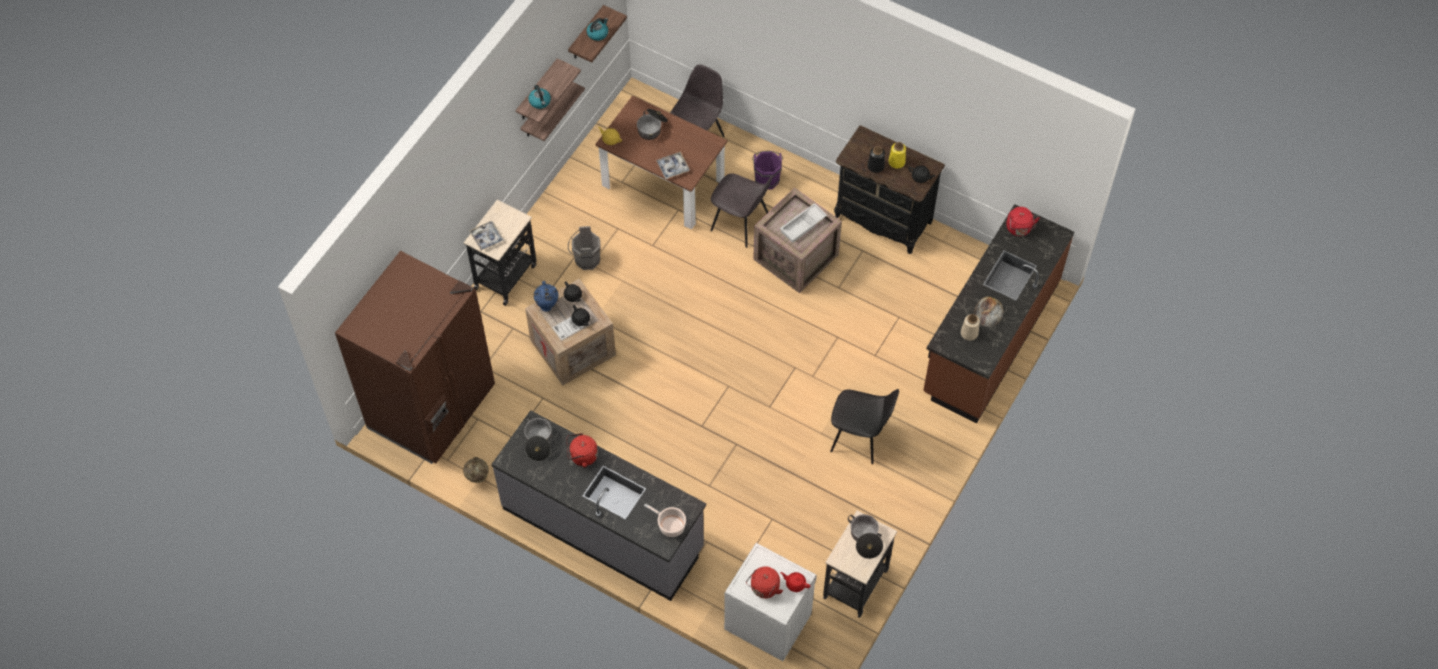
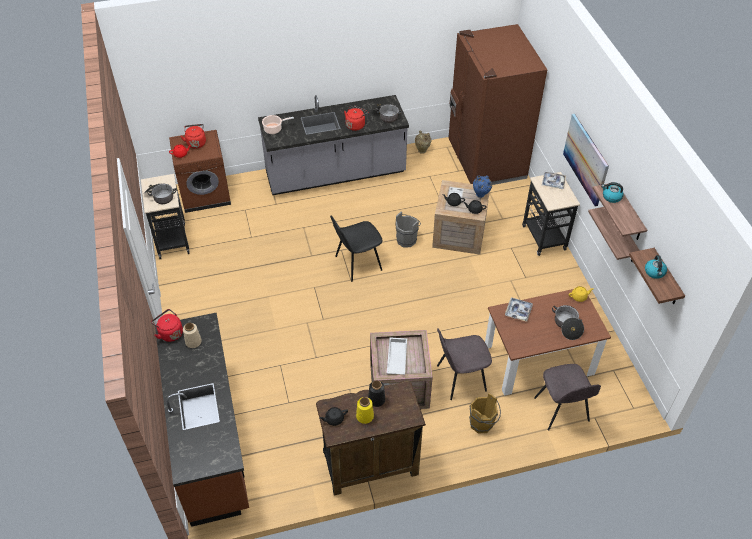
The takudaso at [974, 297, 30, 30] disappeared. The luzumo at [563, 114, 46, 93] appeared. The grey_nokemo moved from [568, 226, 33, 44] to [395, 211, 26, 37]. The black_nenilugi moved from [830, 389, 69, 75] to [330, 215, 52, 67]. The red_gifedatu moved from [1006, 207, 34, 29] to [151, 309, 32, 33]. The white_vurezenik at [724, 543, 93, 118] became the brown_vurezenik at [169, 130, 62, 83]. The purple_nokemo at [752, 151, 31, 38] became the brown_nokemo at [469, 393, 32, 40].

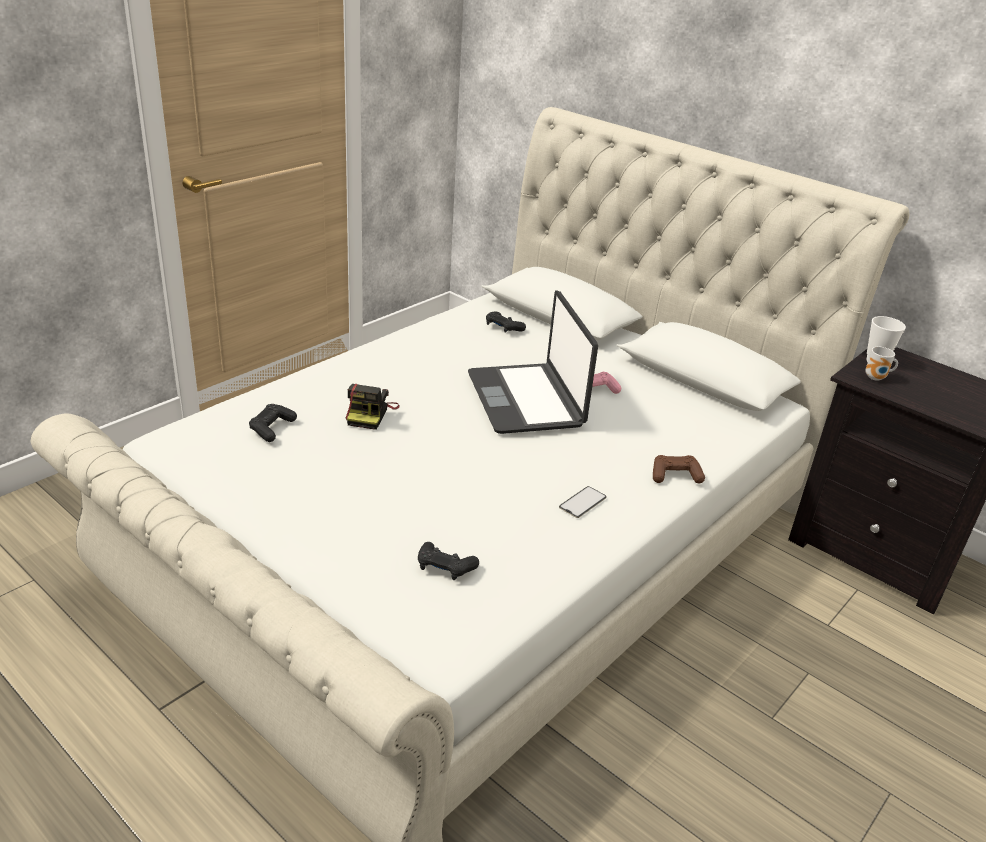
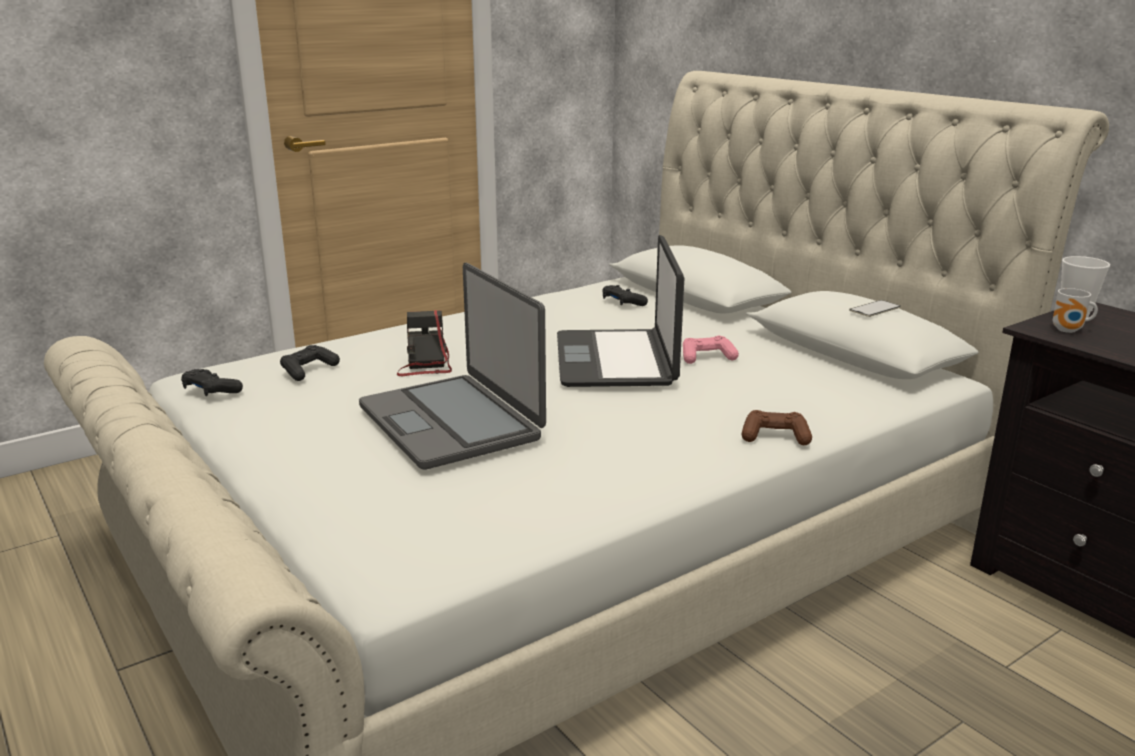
The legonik at [359, 263, 187, 207] appeared. The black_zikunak moved from [418, 542, 61, 38] to [181, 369, 62, 27]. The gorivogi moved from [559, 486, 48, 32] to [849, 300, 52, 17]. The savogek at [346, 384, 54, 46] turned 150 degrees clockwise.

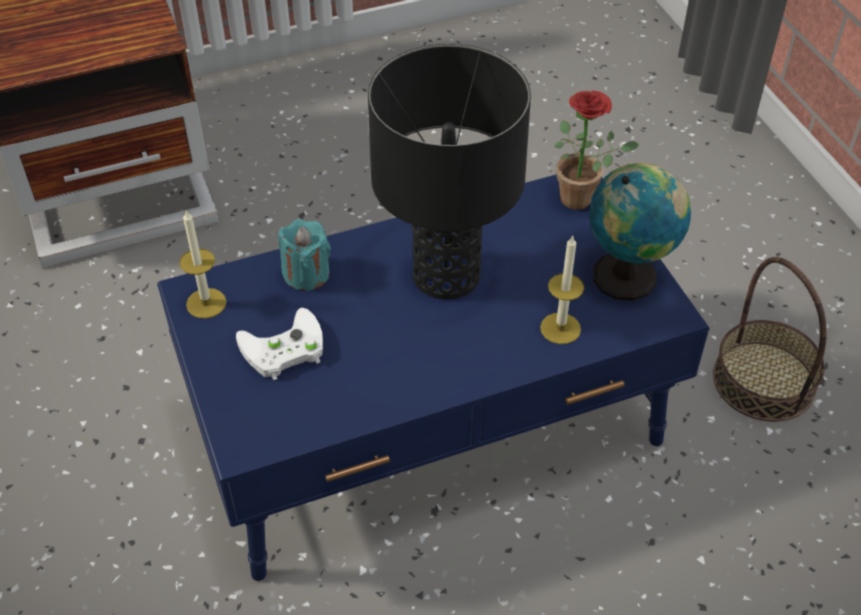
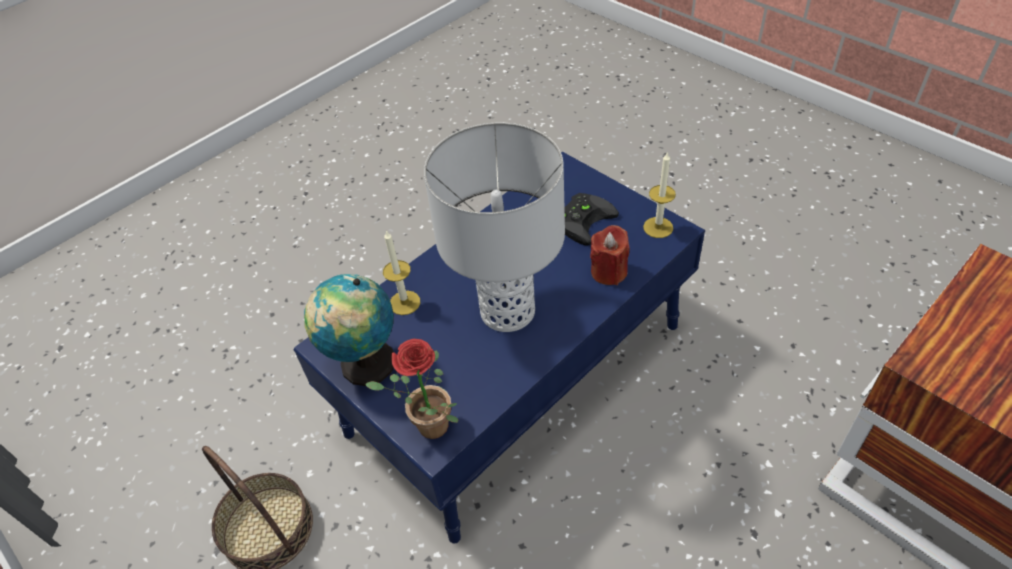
The white_zikunak at [236, 308, 87, 72] became the black_zikunak at [564, 193, 55, 52]. The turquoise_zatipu at [278, 219, 53, 72] became the red_zatipu at [590, 225, 40, 60]. The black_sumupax at [368, 44, 163, 256] became the white_sumupax at [424, 123, 141, 209].

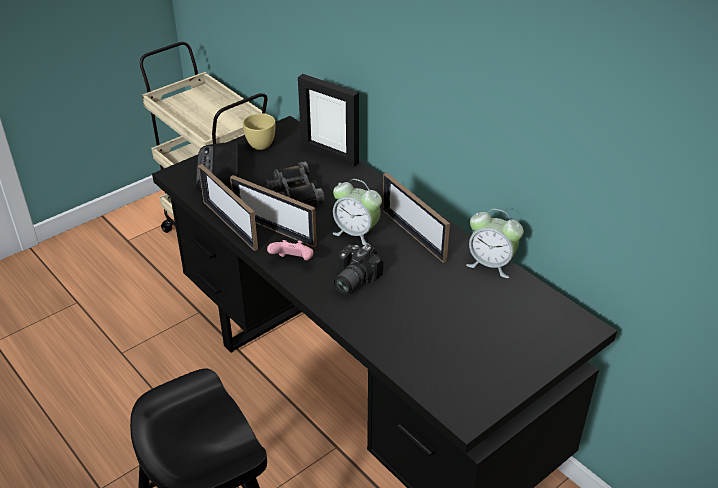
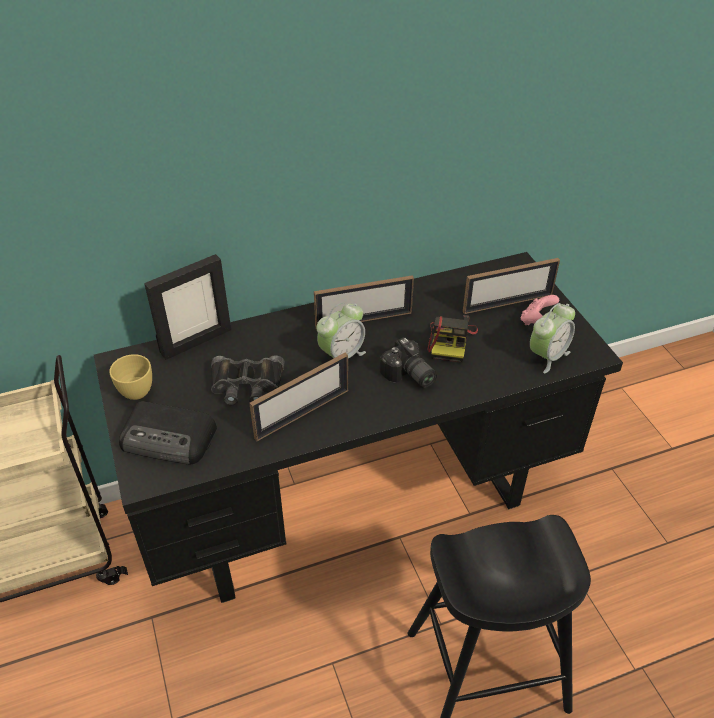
The savogek at [428, 315, 50, 48] appeared. The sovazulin moved from [198, 164, 60, 87] to [463, 258, 97, 56]. The pink_zikunak moved from [267, 240, 46, 20] to [521, 295, 38, 30]. The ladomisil moved from [466, 209, 58, 69] to [530, 303, 45, 70].

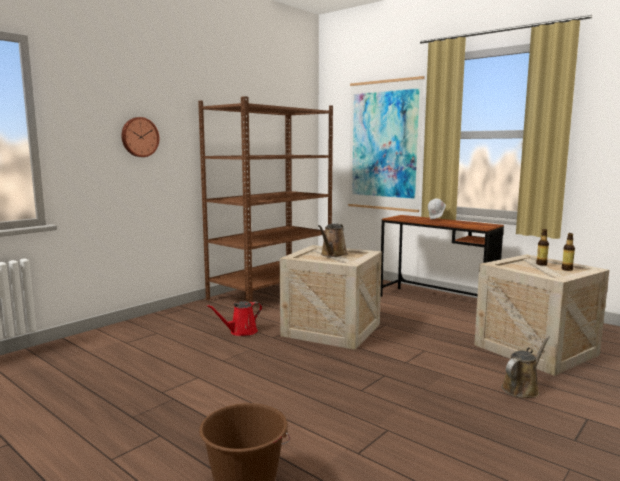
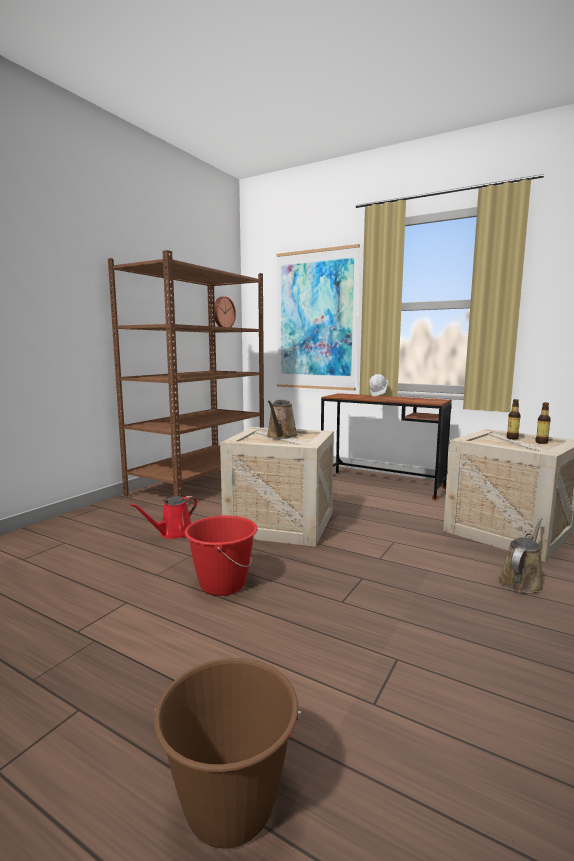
The red_nokemo at [185, 515, 72, 81] appeared. The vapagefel moved from [121, 117, 38, 40] to [215, 296, 21, 31].

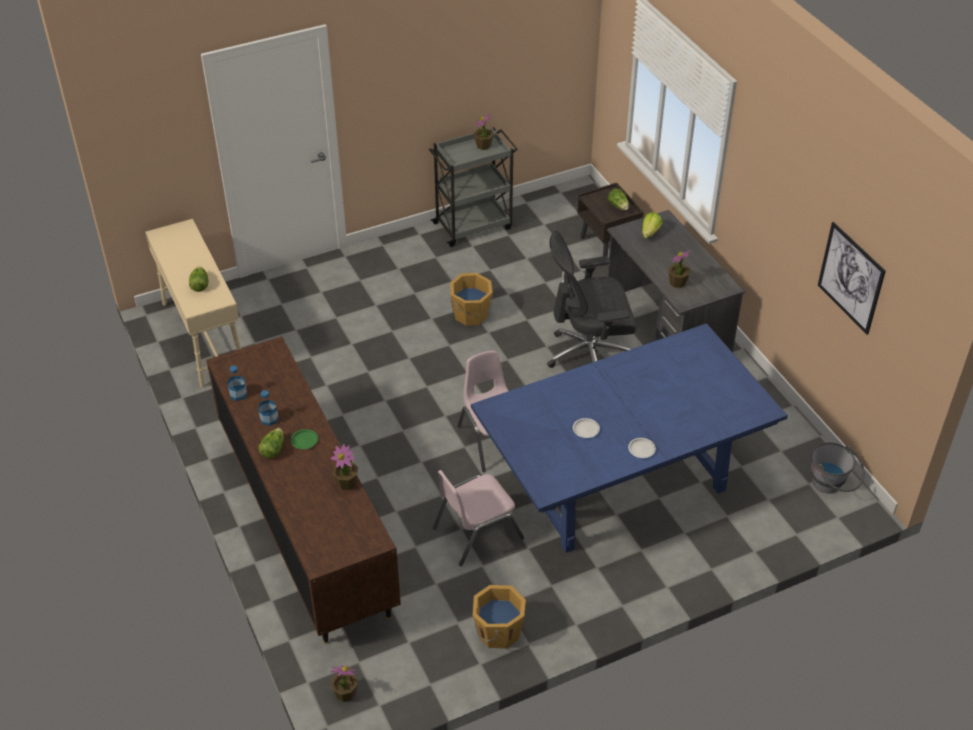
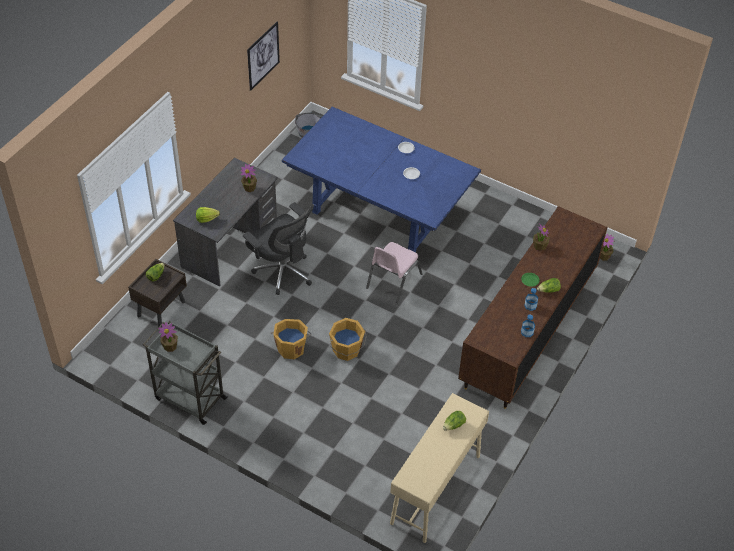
The pink_nenilugi at [433, 470, 91, 96] disappeared. The orange_nokemo moved from [473, 585, 53, 64] to [329, 318, 37, 43].

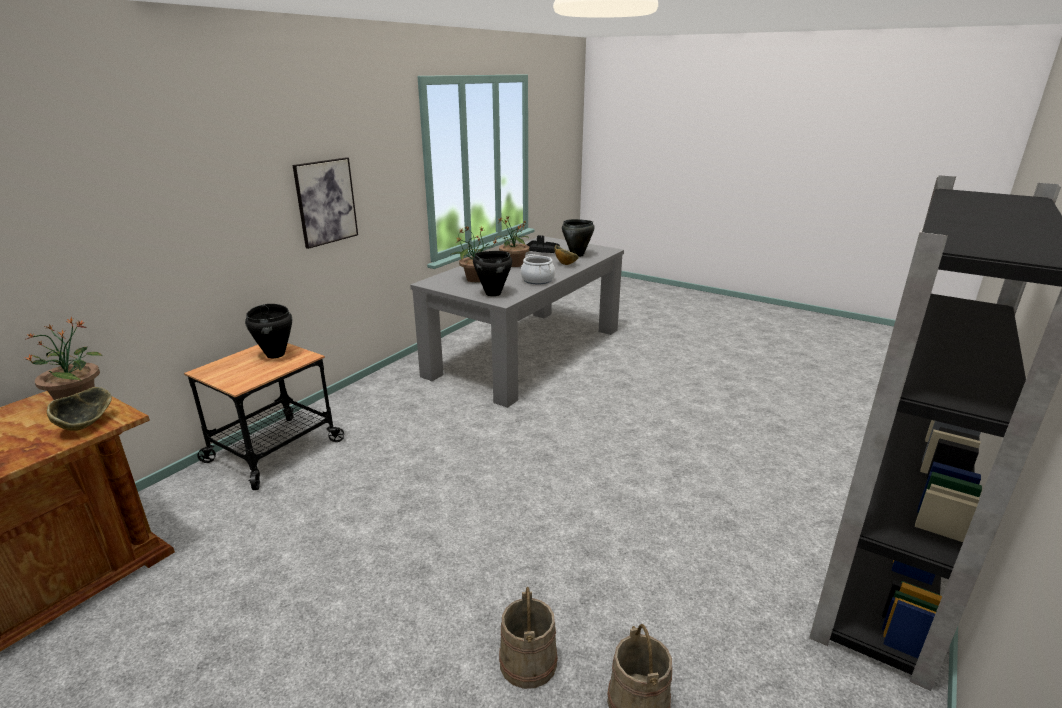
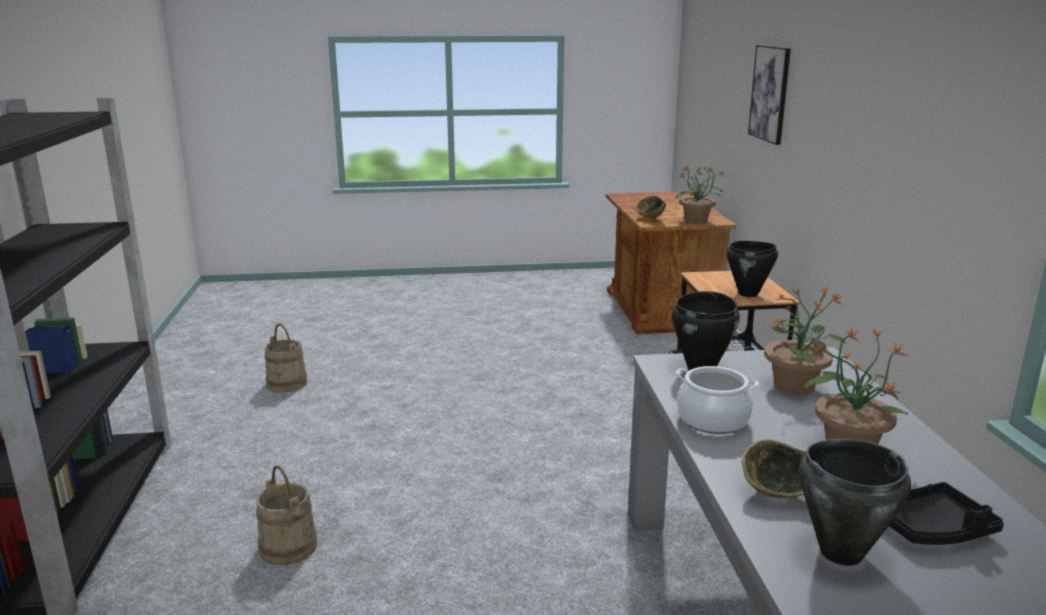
The luzumo moved from [293, 157, 65, 92] to [748, 45, 43, 100]. The beige_nokemo moved from [499, 587, 59, 102] to [256, 465, 62, 100].

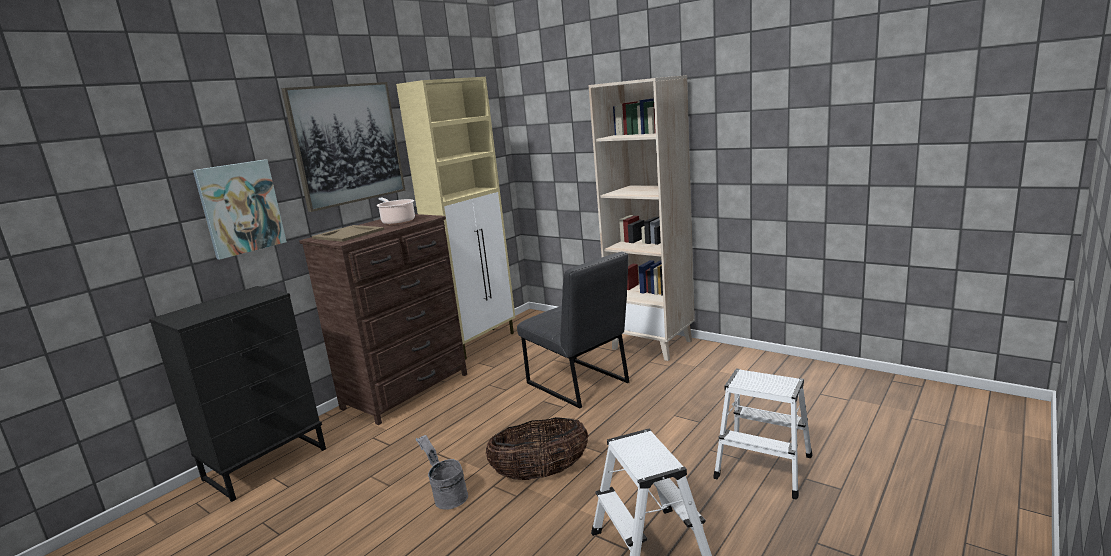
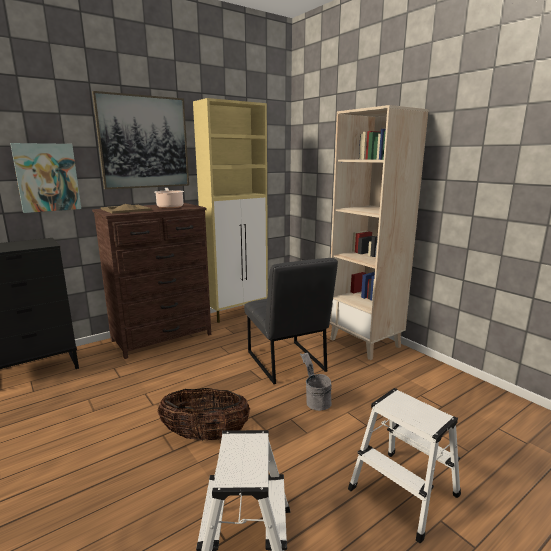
The grey_nokemo moved from [416, 435, 52, 75] to [300, 353, 32, 58].

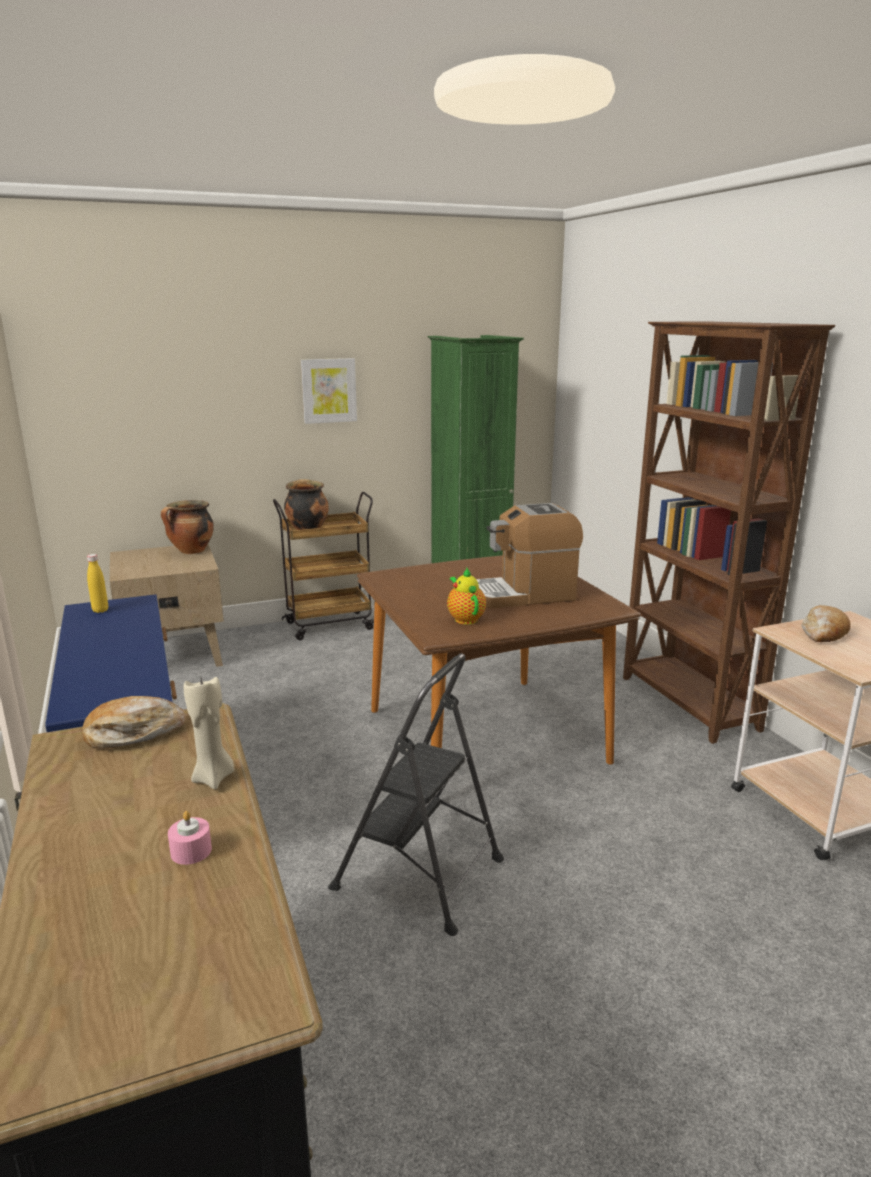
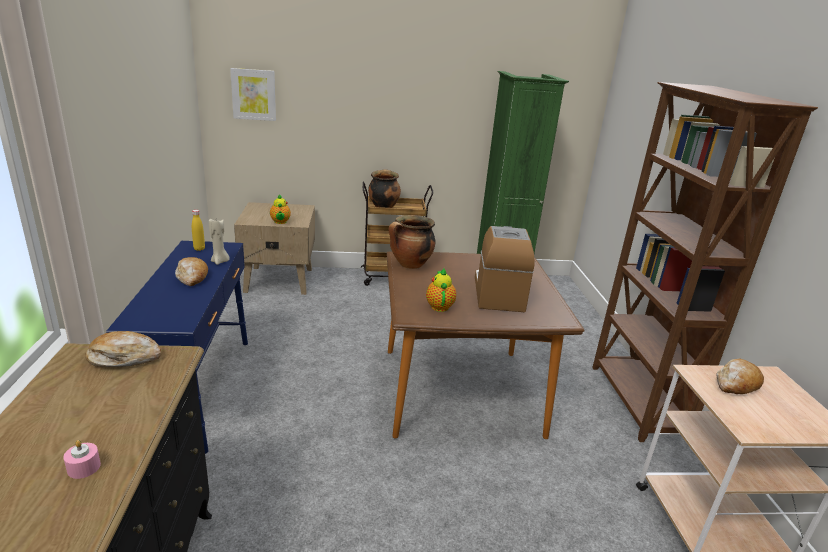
The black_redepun at [328, 653, 176, 283] disappeared. The takudaso at [175, 257, 33, 29] appeared. The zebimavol at [270, 194, 21, 30] appeared. The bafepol moved from [161, 500, 53, 54] to [389, 215, 46, 54]. The beige_zatipu moved from [184, 677, 50, 112] to [209, 219, 21, 46]. The luzumo moved from [301, 358, 56, 66] to [230, 68, 46, 53]. The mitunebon at [476, 503, 107, 106] turned 90 degrees clockwise.

